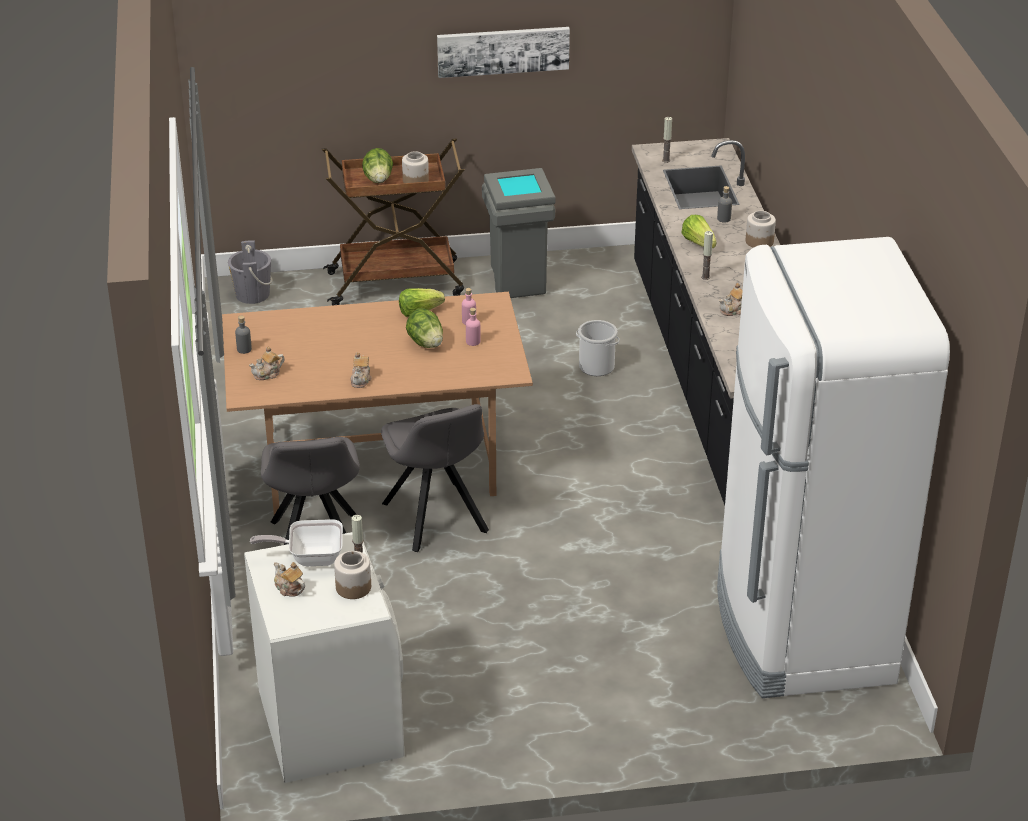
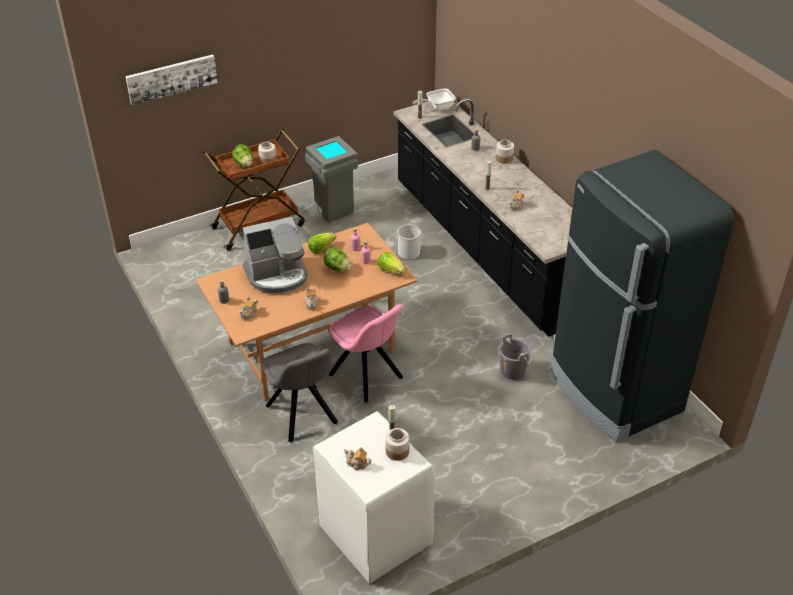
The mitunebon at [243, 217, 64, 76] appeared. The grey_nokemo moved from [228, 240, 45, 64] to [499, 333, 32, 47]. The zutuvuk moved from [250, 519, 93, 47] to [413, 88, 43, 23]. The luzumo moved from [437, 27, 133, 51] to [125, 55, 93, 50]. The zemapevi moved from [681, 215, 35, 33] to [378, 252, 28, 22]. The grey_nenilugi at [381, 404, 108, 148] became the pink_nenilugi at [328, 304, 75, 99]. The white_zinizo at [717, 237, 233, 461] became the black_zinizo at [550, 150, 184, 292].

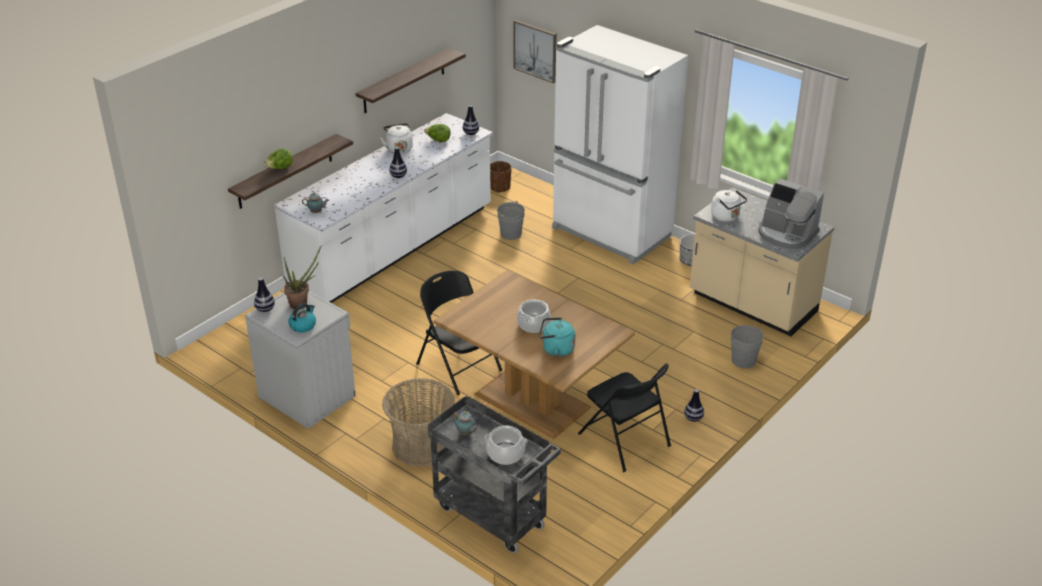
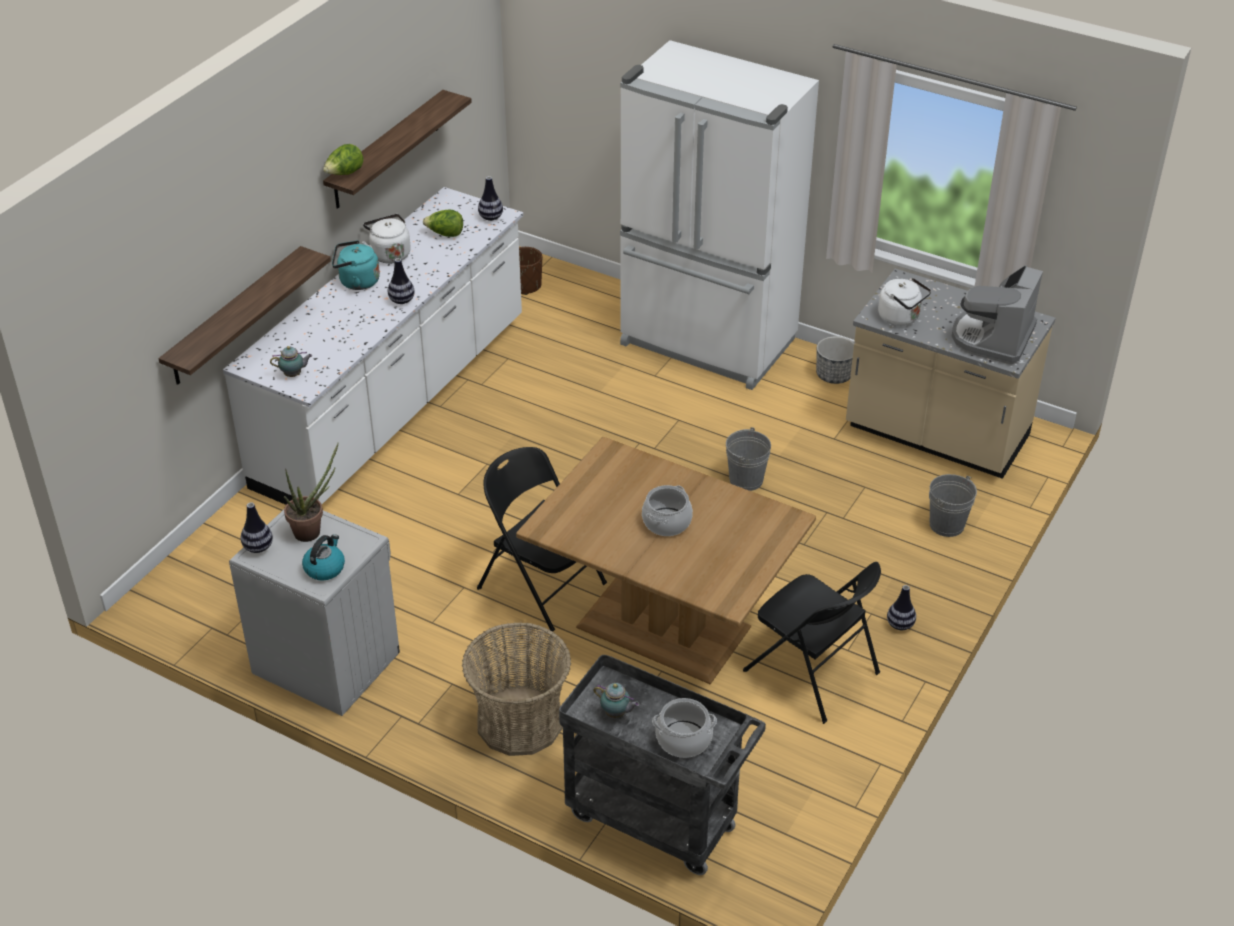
The luzumo at [513, 20, 44, 63] disappeared. The zemapevi moved from [263, 148, 30, 21] to [323, 144, 40, 31]. The grey_nokemo moved from [497, 201, 28, 39] to [726, 427, 45, 64]. The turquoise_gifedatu moved from [539, 317, 36, 40] to [332, 240, 48, 50]. The mitunebon at [758, 179, 66, 71] turned 90 degrees clockwise.

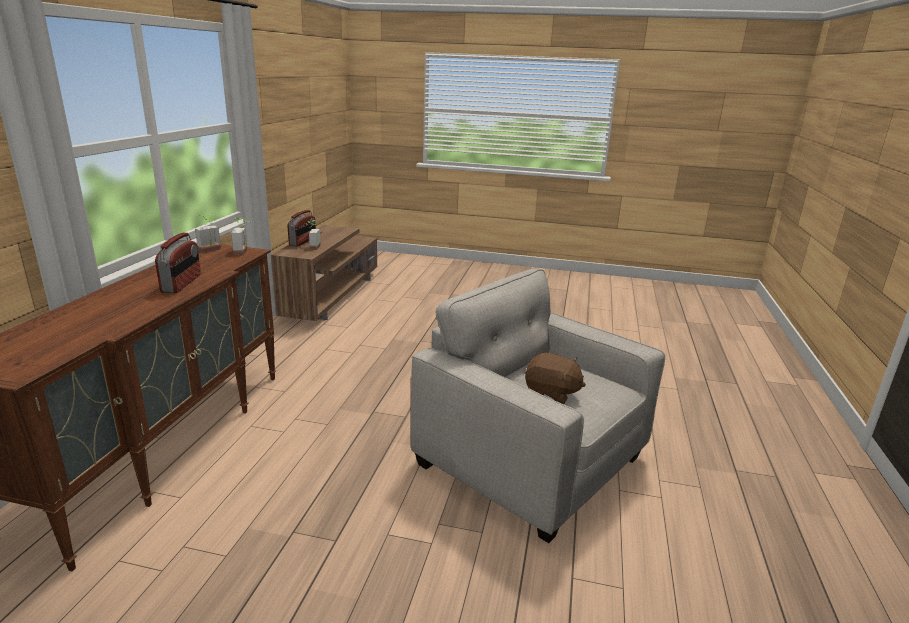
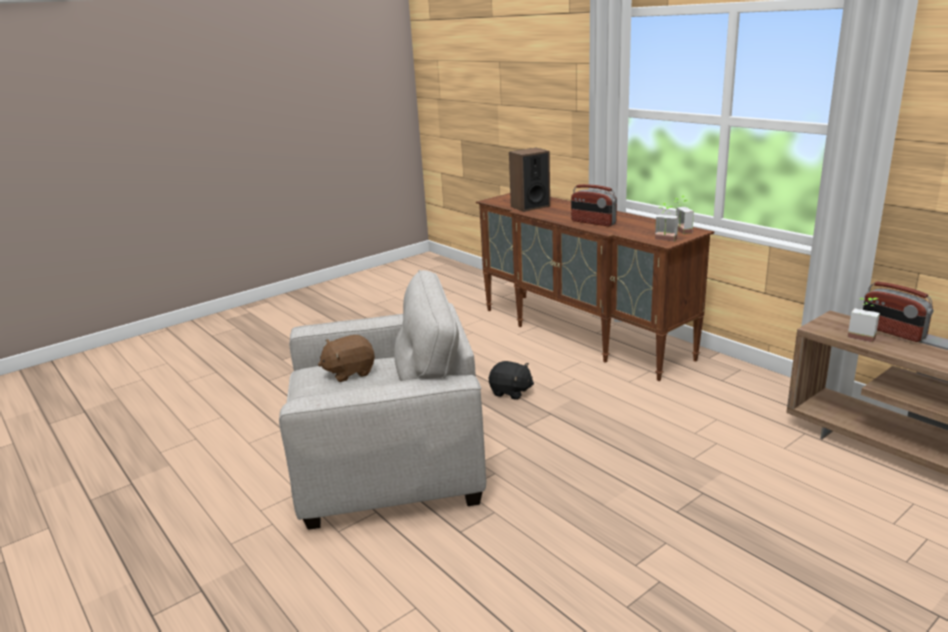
The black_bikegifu at [489, 361, 45, 39] appeared. The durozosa at [509, 148, 41, 64] appeared.

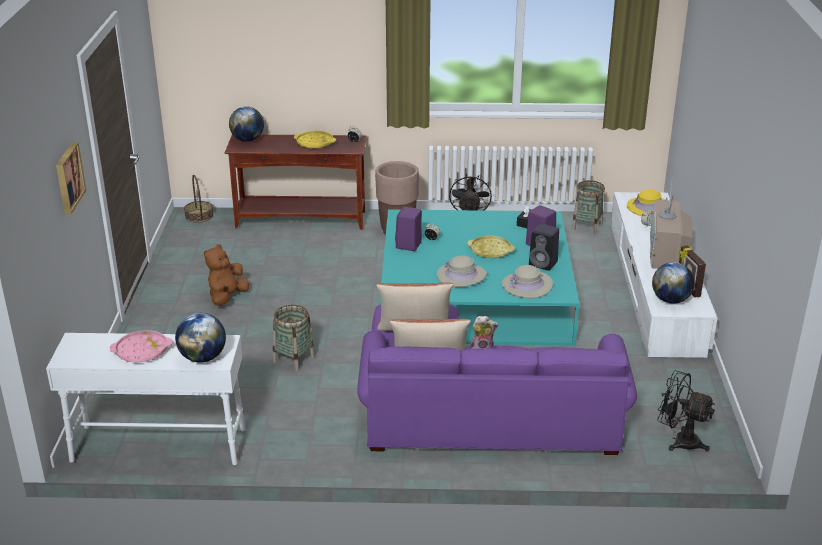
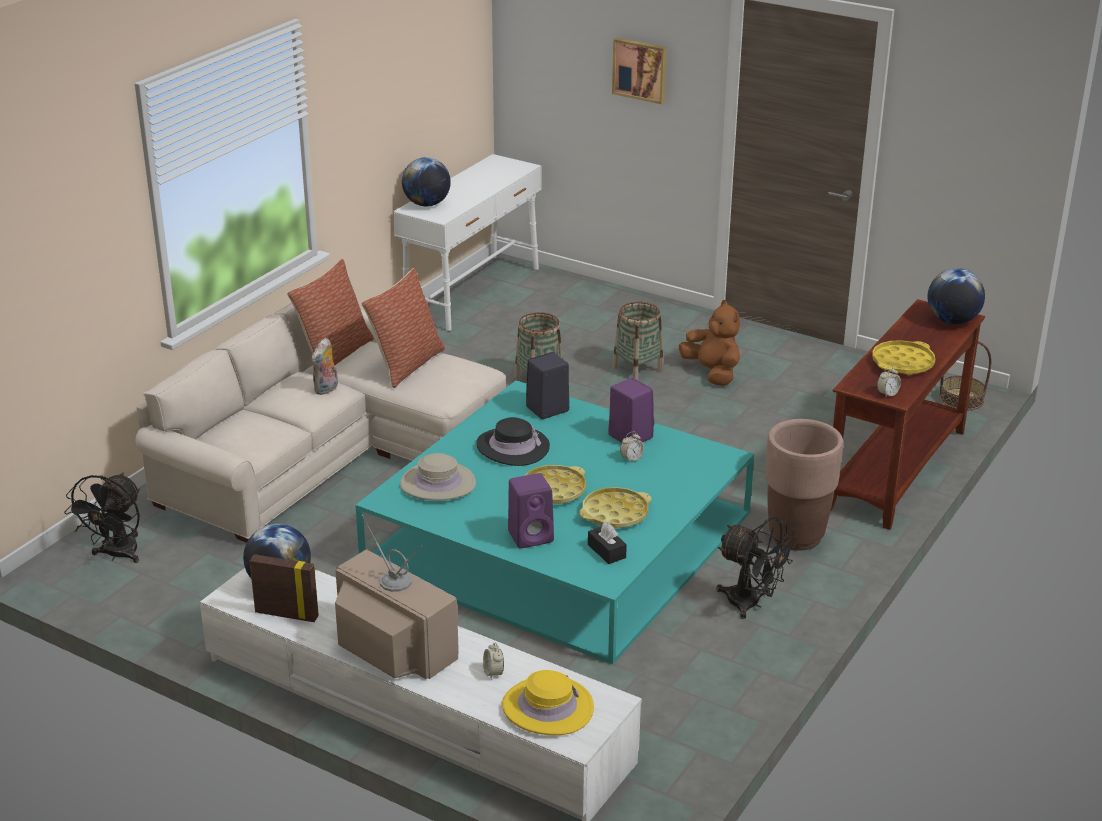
The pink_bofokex at [110, 330, 63, 33] disappeared. The yellow_bofokex at [579, 487, 72, 41] appeared. The black_durozosa moved from [529, 224, 30, 47] to [526, 352, 43, 67]. The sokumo moved from [572, 180, 33, 54] to [612, 302, 51, 78]. The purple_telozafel at [357, 304, 280, 151] became the beige_telozafel at [135, 276, 371, 267]. The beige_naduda at [437, 255, 50, 32] became the black_naduda at [476, 417, 74, 49]. The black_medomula at [657, 370, 58, 82] turned 135 degrees clockwise.

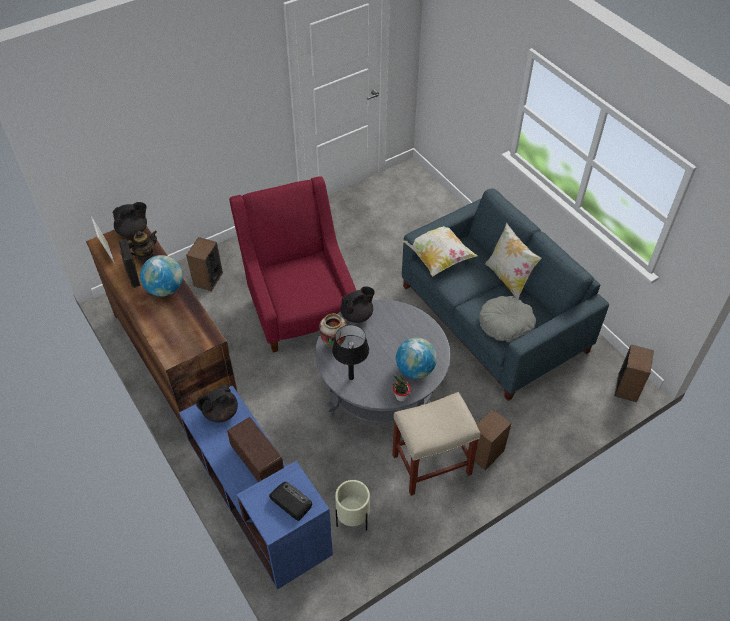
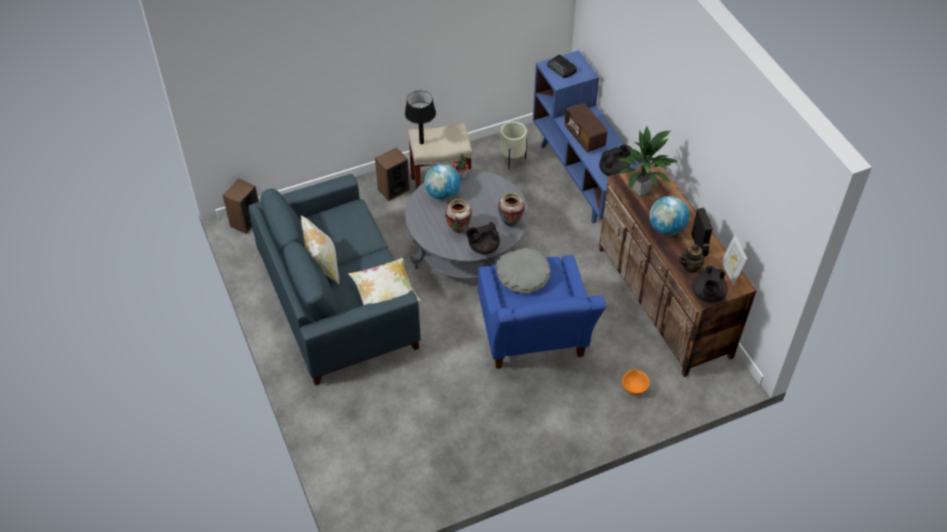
The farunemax at [445, 199, 27, 34] appeared. The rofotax at [618, 126, 61, 71] appeared. The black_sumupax moved from [332, 325, 37, 55] to [405, 91, 31, 53]. The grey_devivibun moved from [479, 296, 57, 46] to [496, 248, 54, 46]. The durozosa at [186, 237, 37, 54] was replaced by the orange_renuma at [622, 370, 28, 25]. The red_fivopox at [229, 176, 128, 176] became the blue_fivopox at [478, 255, 128, 114]. The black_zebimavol at [113, 202, 34, 35] turned 60 degrees counterclockwise.

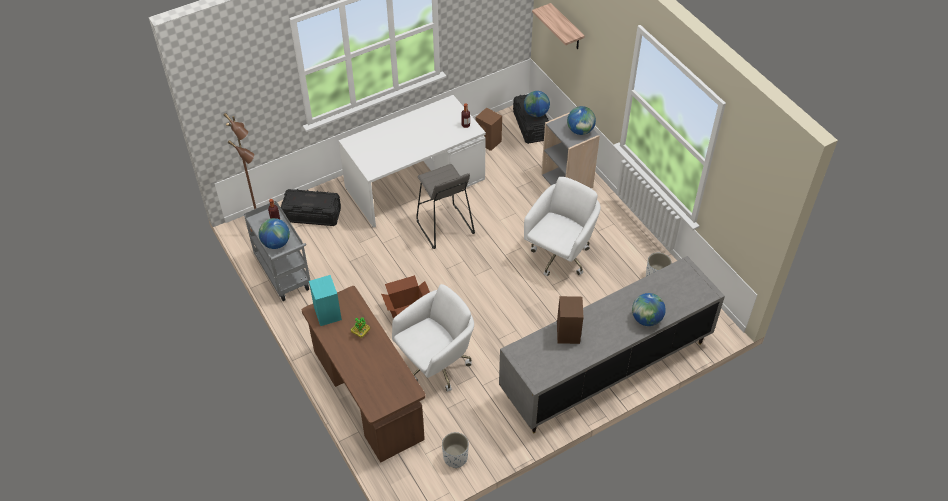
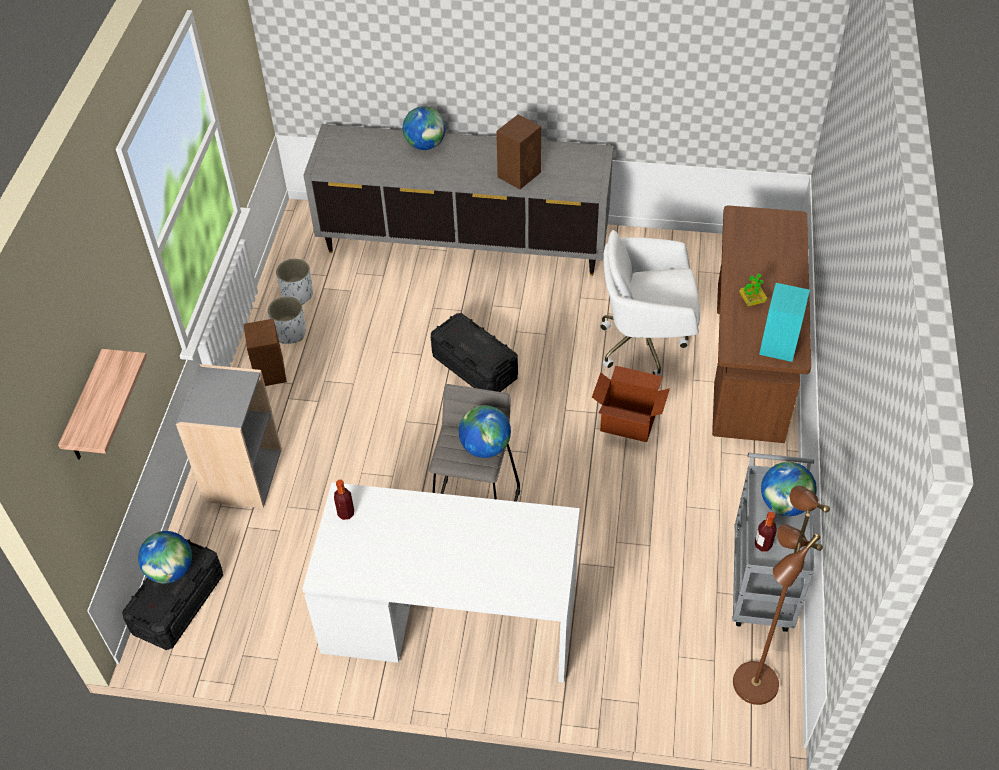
The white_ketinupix at [524, 177, 77, 99] disappeared. The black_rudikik moved from [281, 189, 60, 37] to [431, 313, 87, 79]. The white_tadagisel moved from [442, 432, 27, 36] to [268, 296, 38, 48]. The brown_durozosa moved from [476, 107, 26, 44] to [244, 318, 43, 68]. The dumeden moved from [567, 106, 29, 29] to [458, 405, 53, 53].

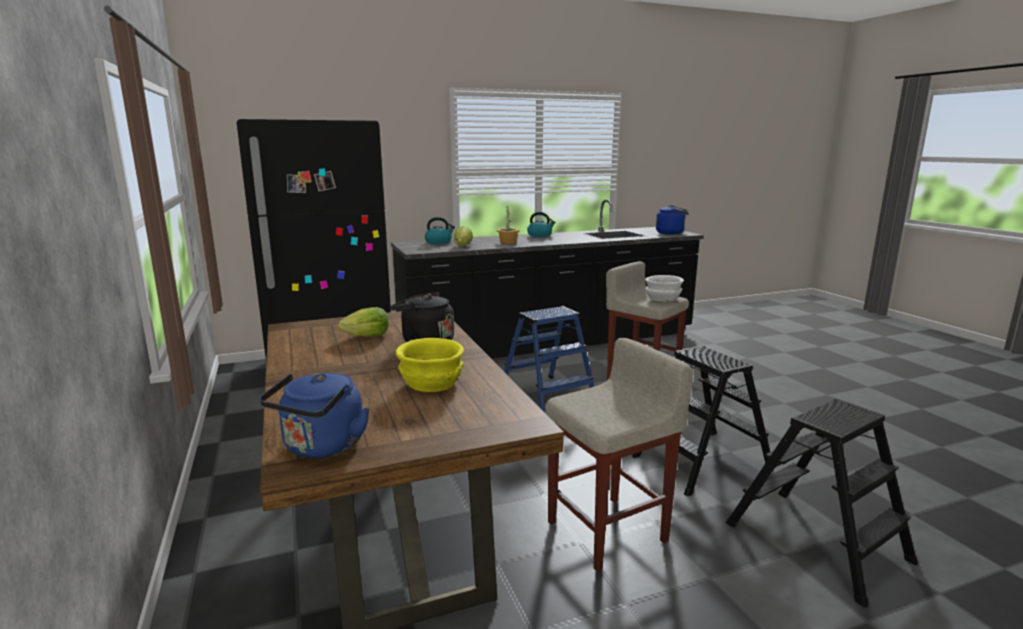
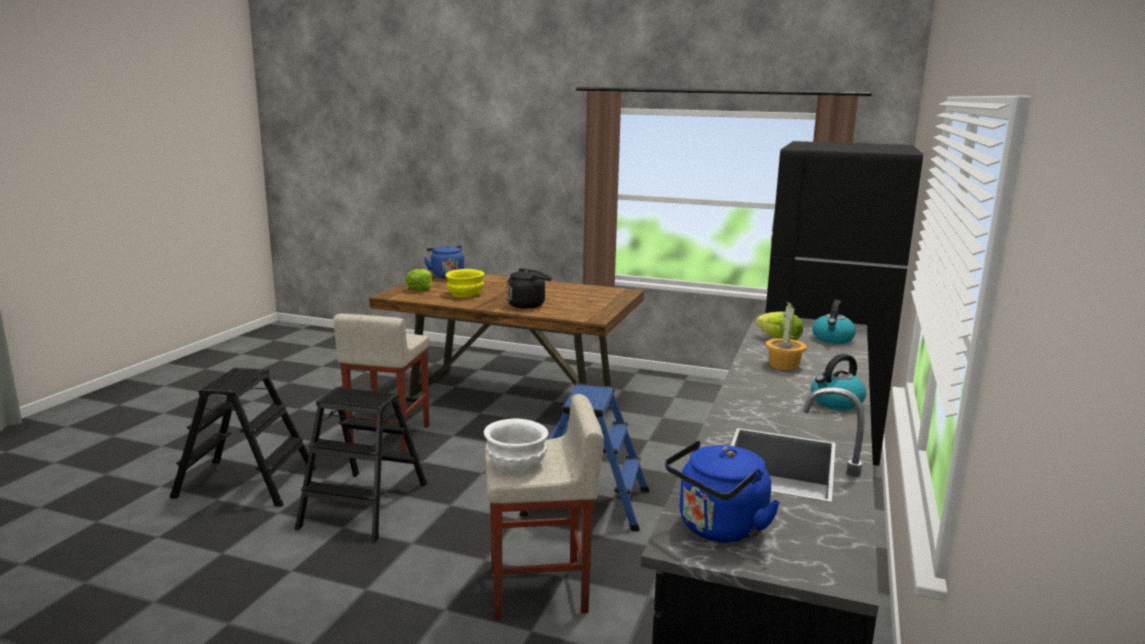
The zemapevi moved from [337, 307, 52, 29] to [406, 269, 26, 22].

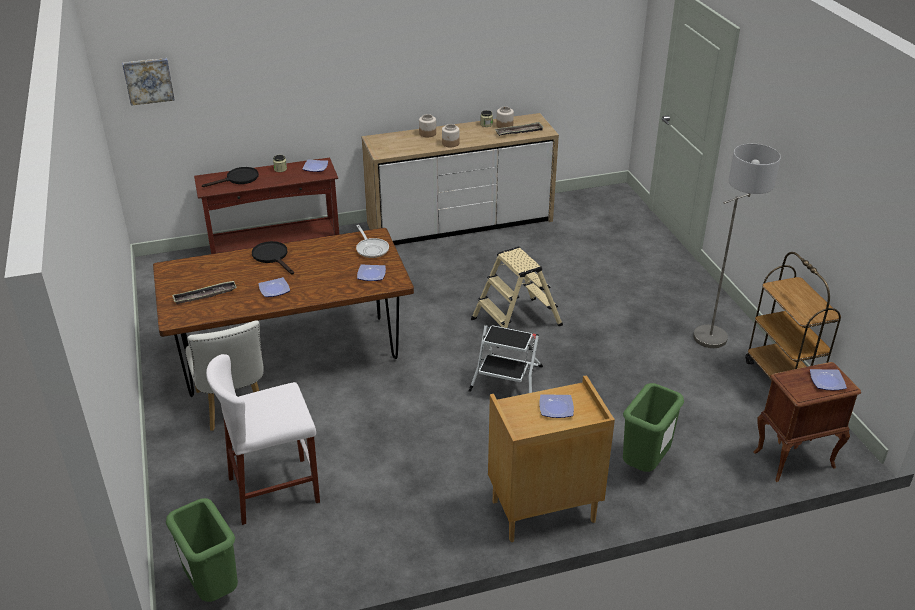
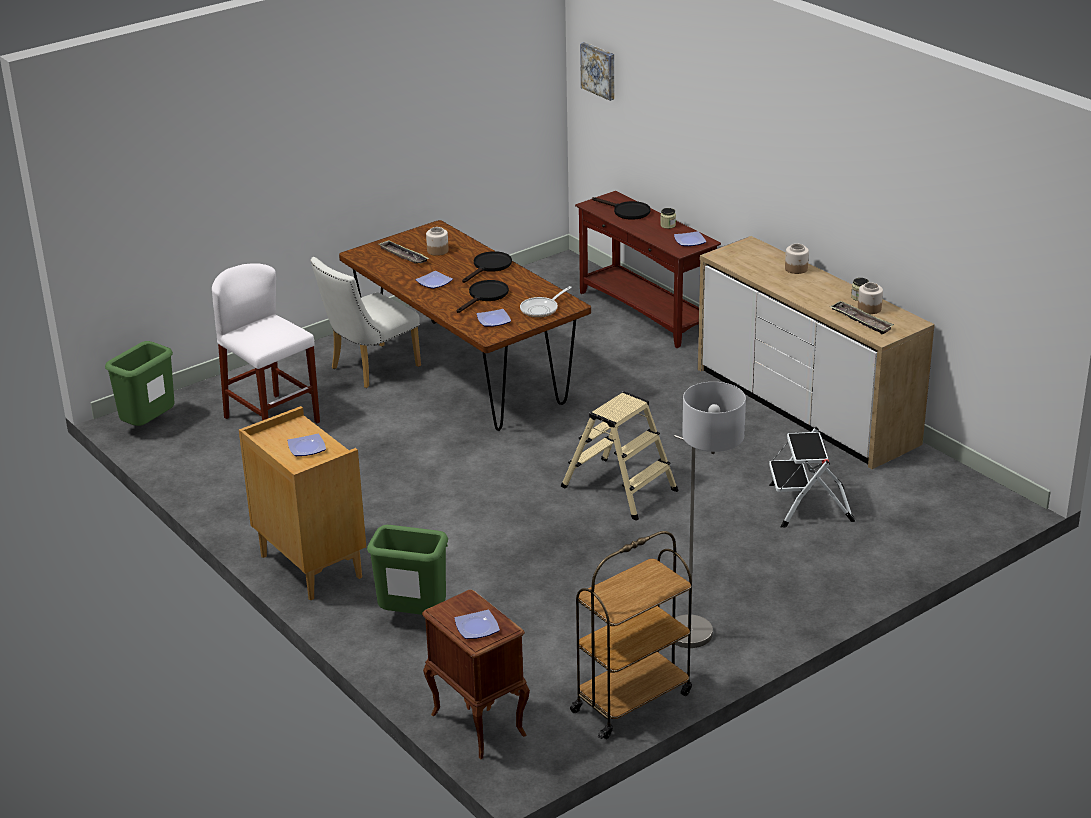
The black_zutuvuk at [456, 280, 53, 33] appeared. The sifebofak moved from [442, 124, 17, 23] to [426, 227, 23, 29]. The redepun moved from [469, 324, 74, 69] to [769, 427, 86, 101].

